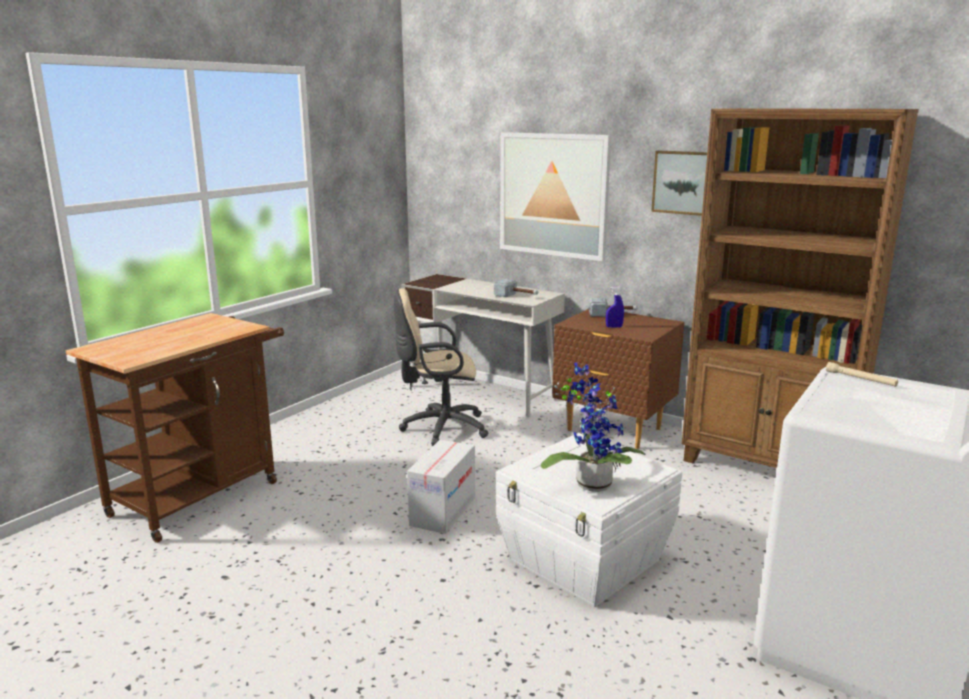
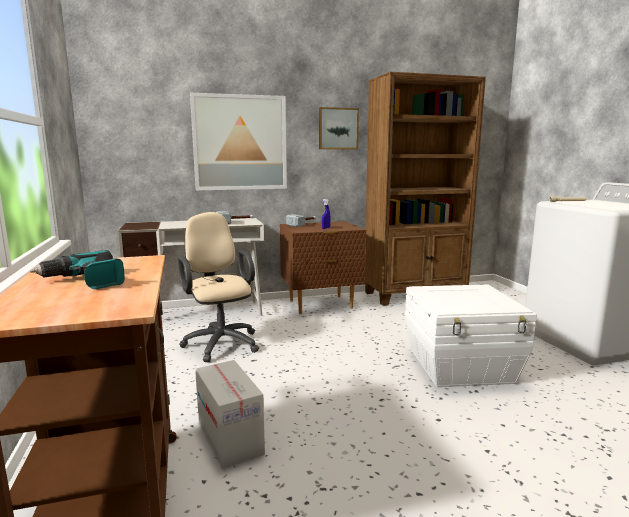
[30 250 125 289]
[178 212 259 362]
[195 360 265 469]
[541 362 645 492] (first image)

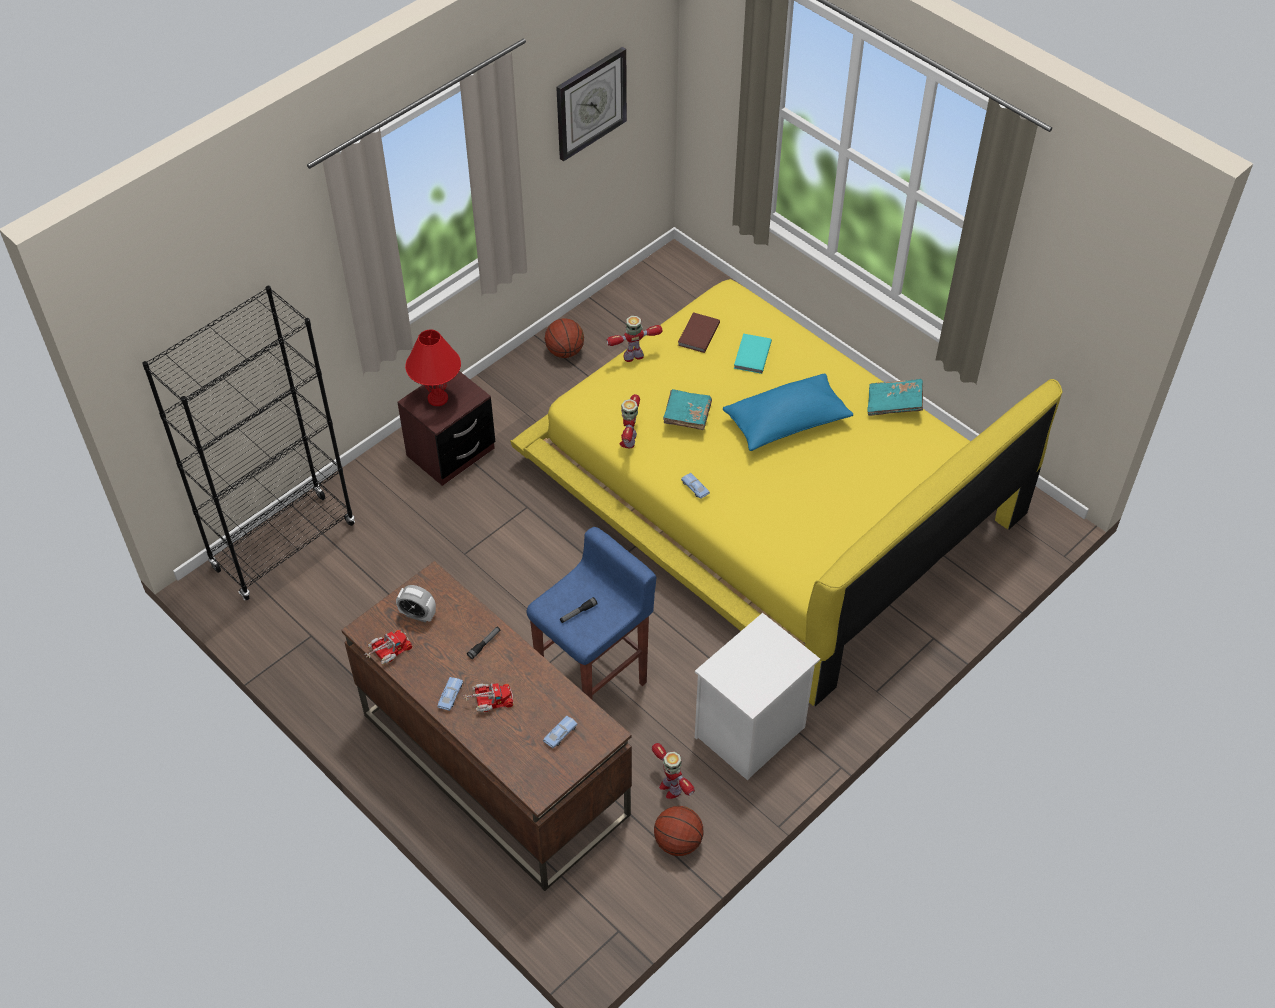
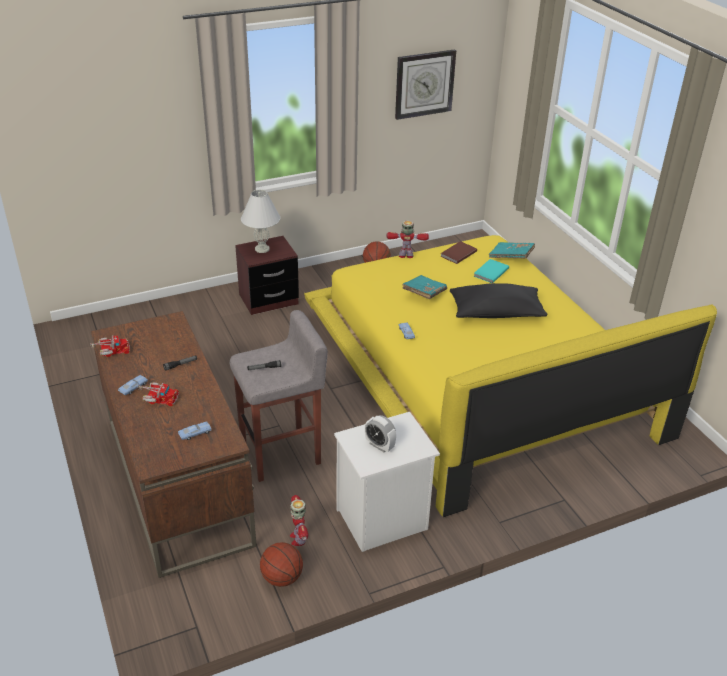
[230 310 328 482]
[241 190 280 253]
[365 415 396 452]
[450 283 547 318]
[489 242 535 259]
[142 286 355 600] (first image)
[619 394 640 448] (first image)

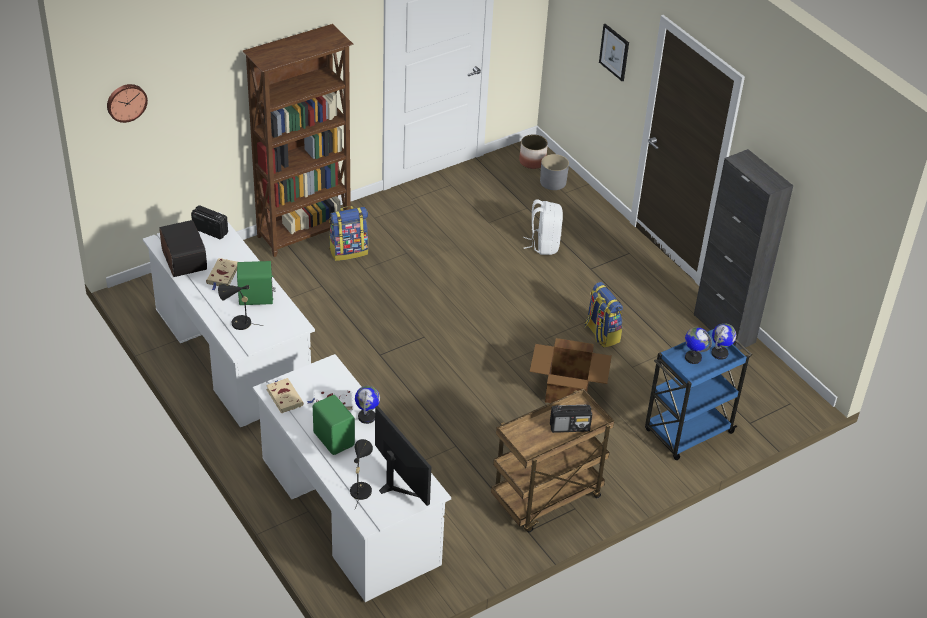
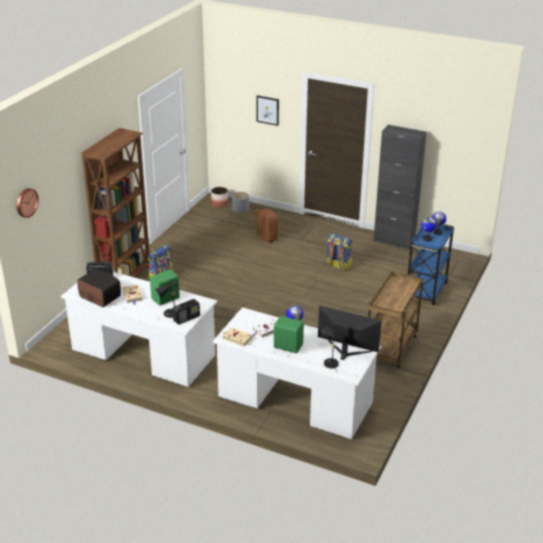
[172 299 200 324]
[255 209 278 243]
[530 338 612 403] (first image)

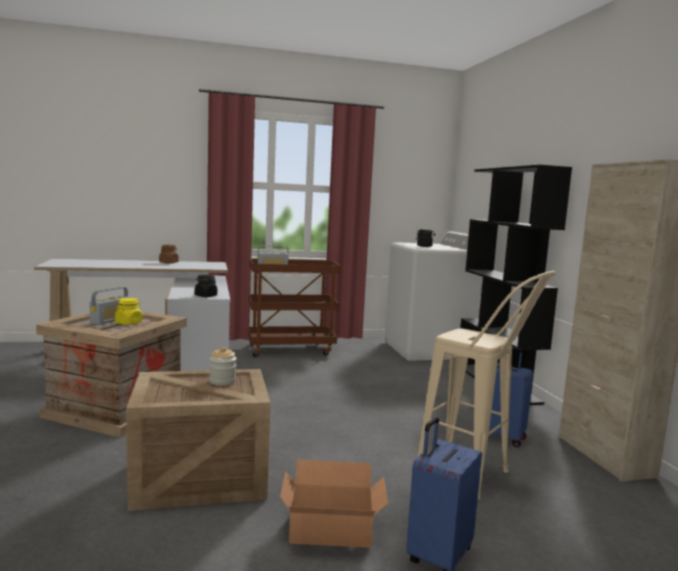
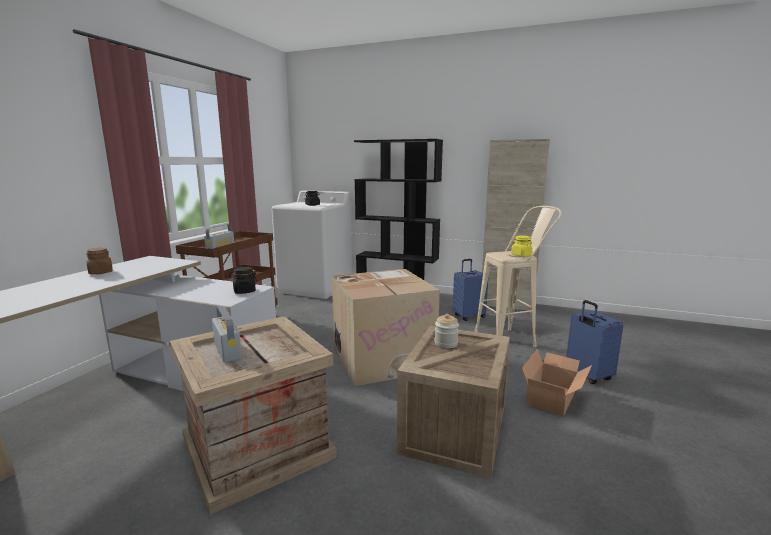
[332 269 440 386]
[511 236 533 257]

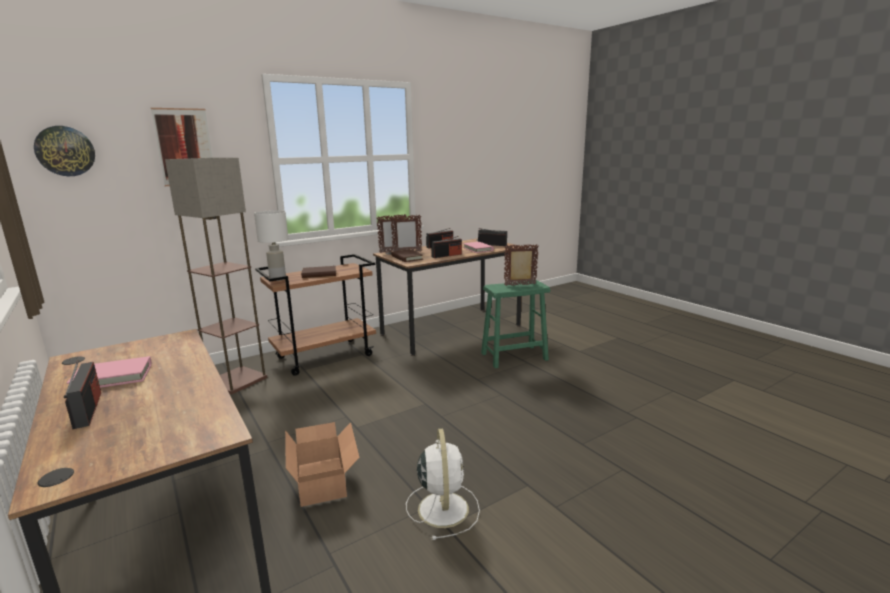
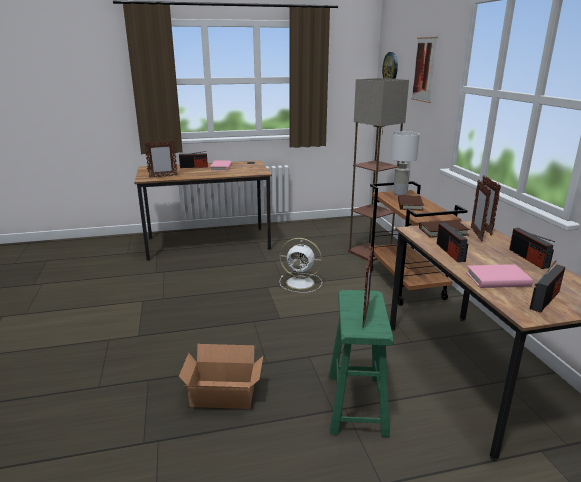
[144 140 178 178]
[179 344 263 409]
[279 238 322 293]

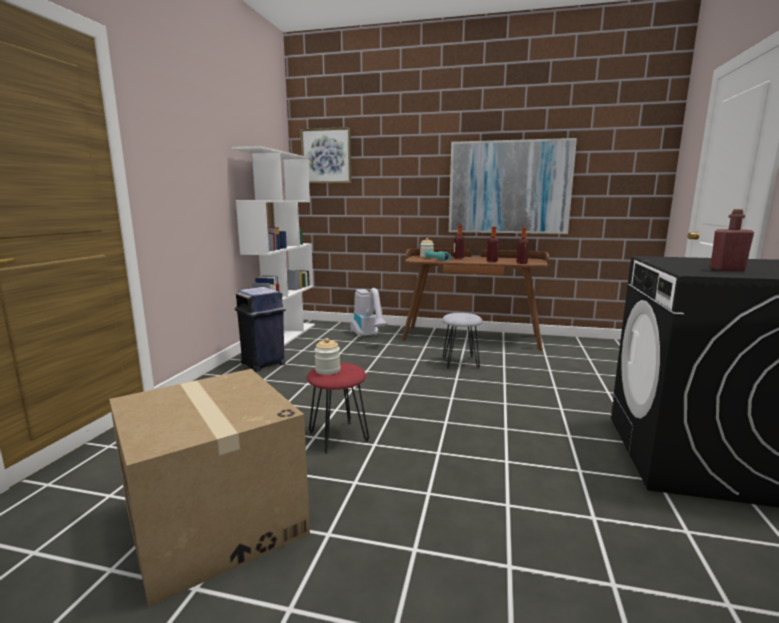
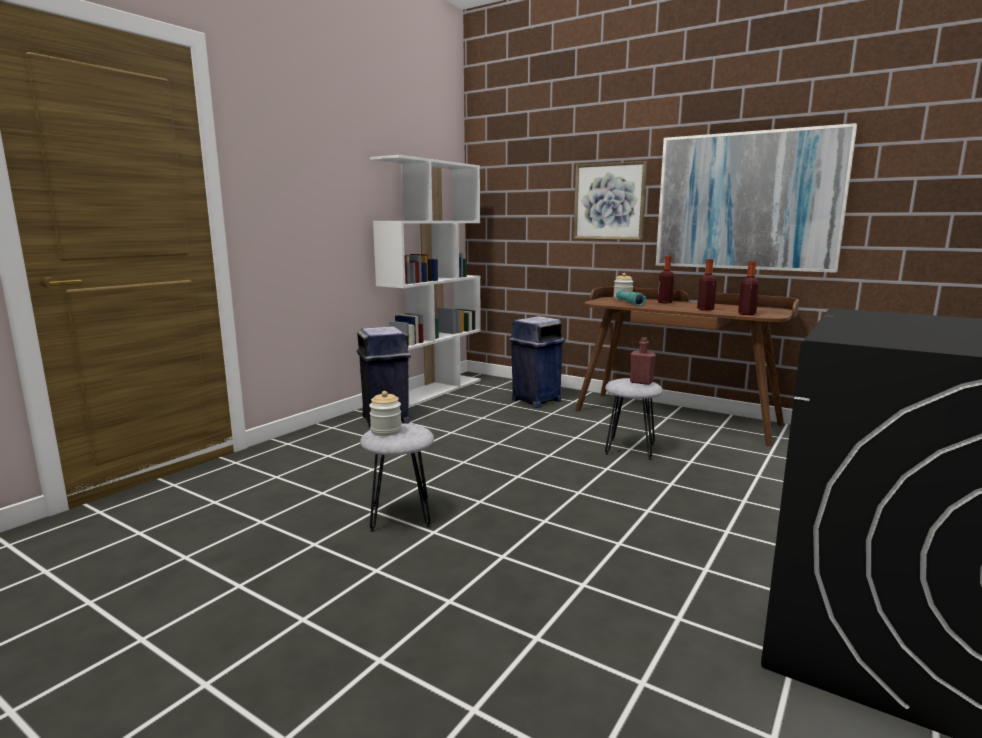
[360 423 434 532]
[509 316 565 408]
[574 161 647 240]
[630 337 656 385]
[109 369 310 607] (first image)

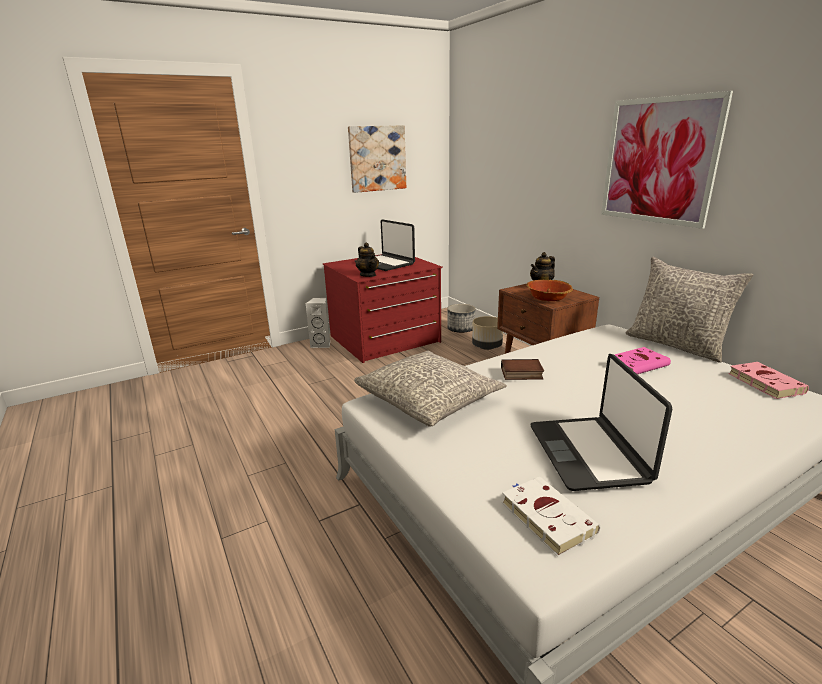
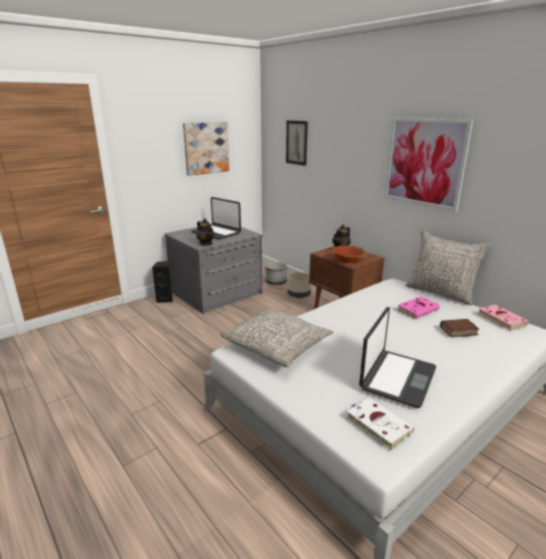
[152 261 173 303]
[164 224 263 314]
[286 120 308 166]
[359 307 436 408]
[440 319 479 337]

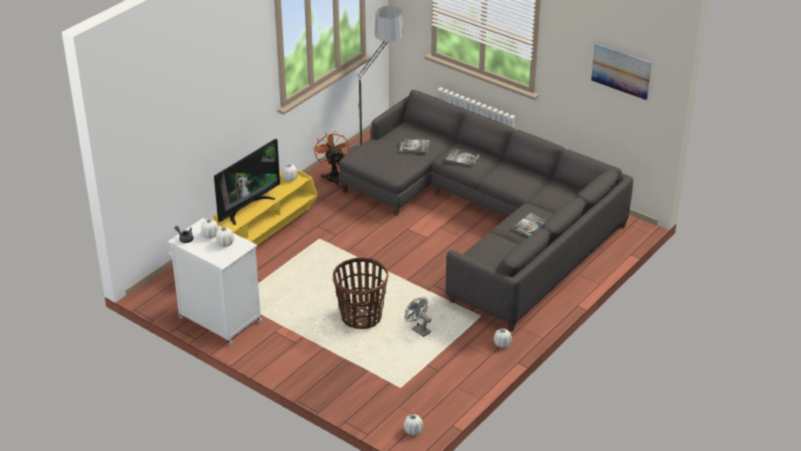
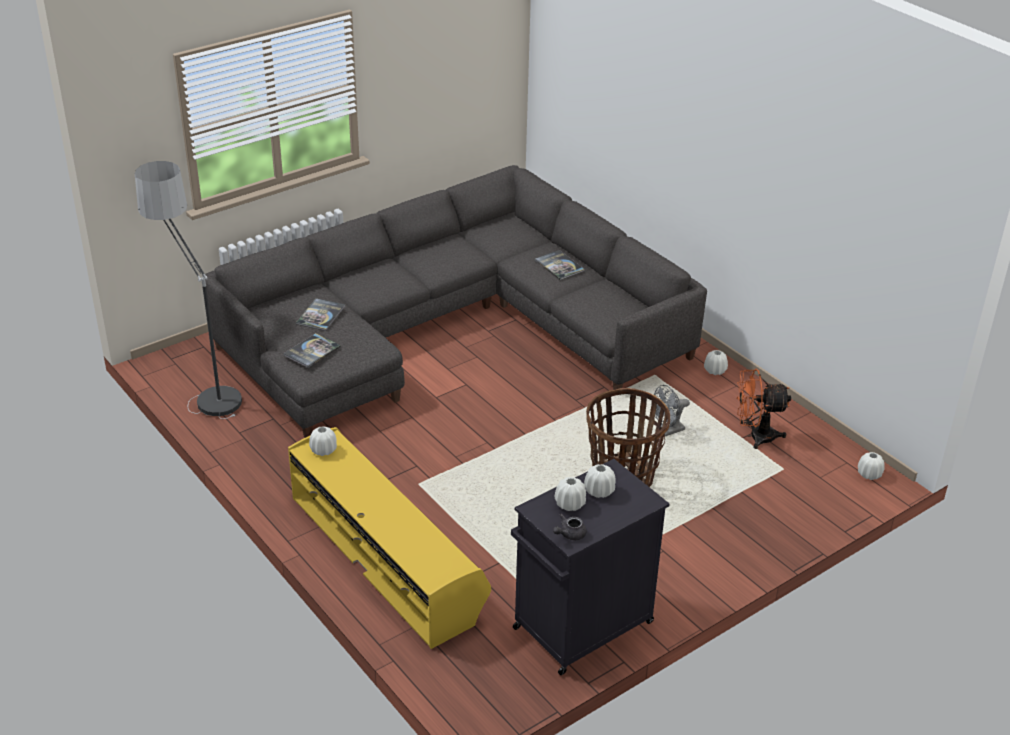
[283 333 341 368]
[511 459 670 675]
[737 368 791 449]
[214 139 280 225] (first image)
[591 43 652 100] (first image)

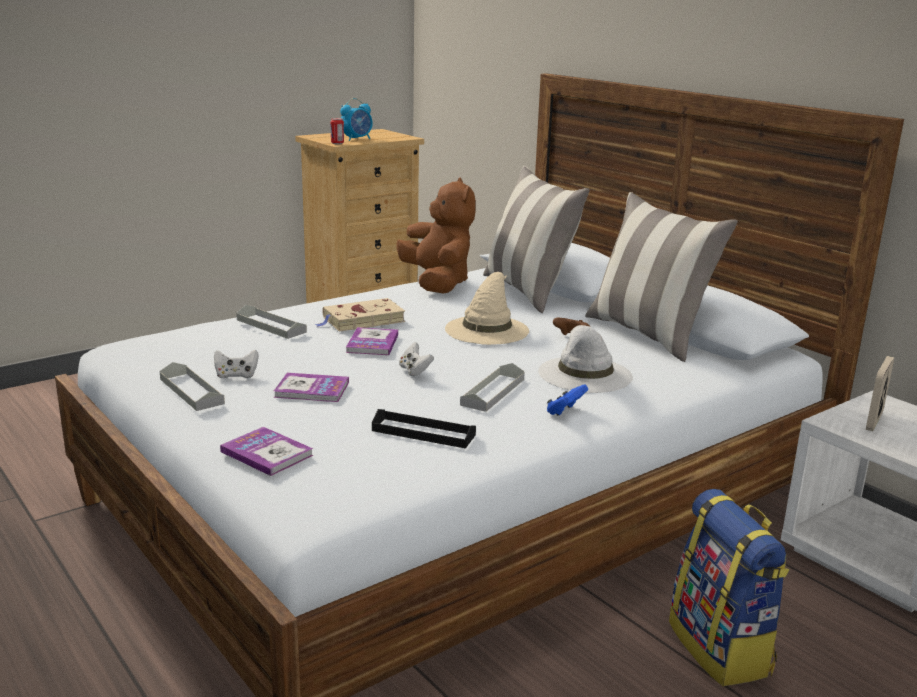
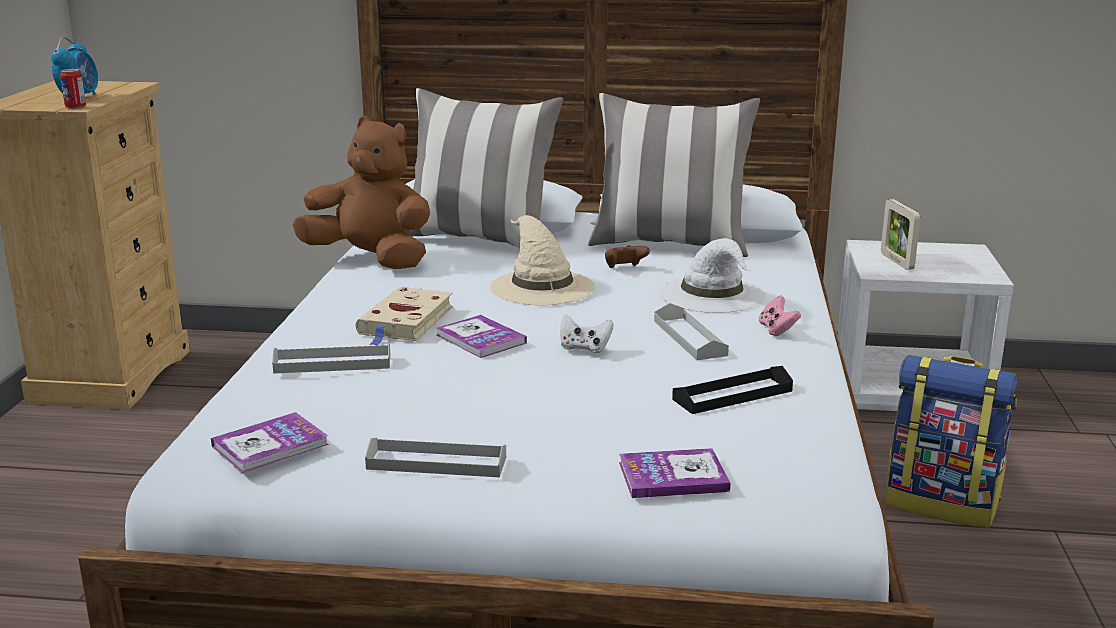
[211 412 329 473]
[759 295 801 336]
[214 350 259 378] (first image)

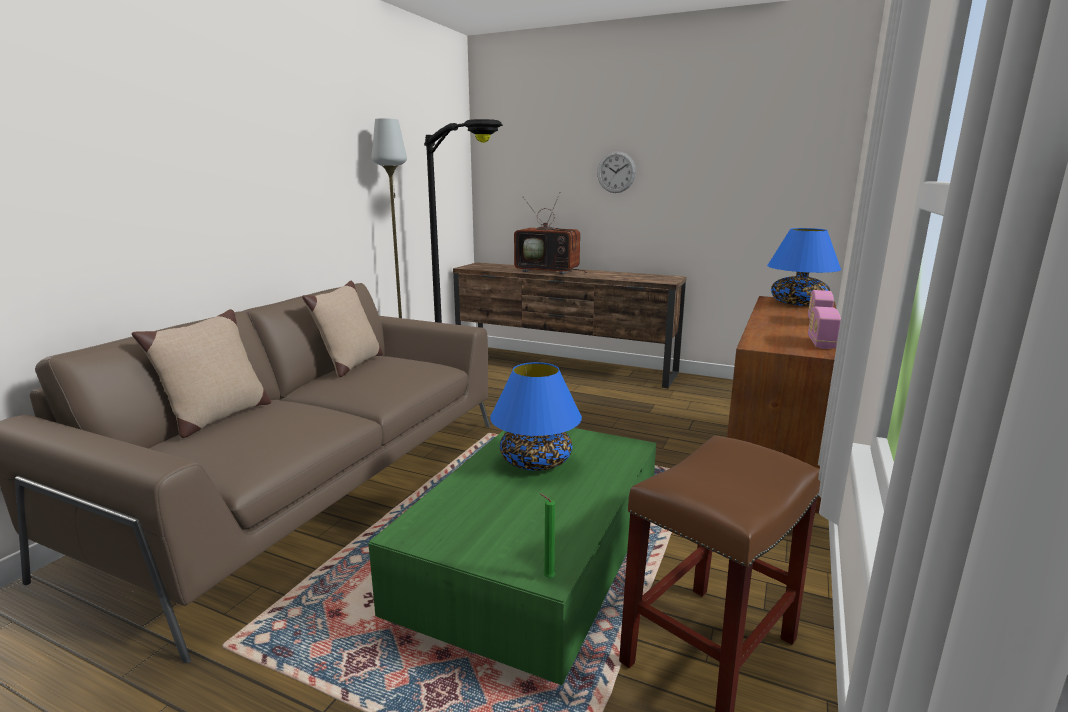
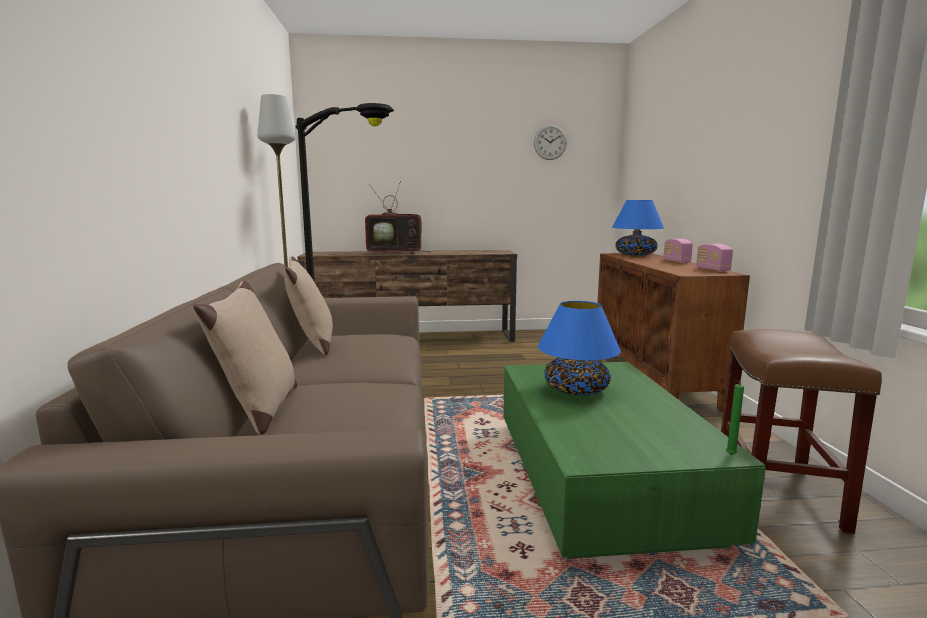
[534 125 567 160]

